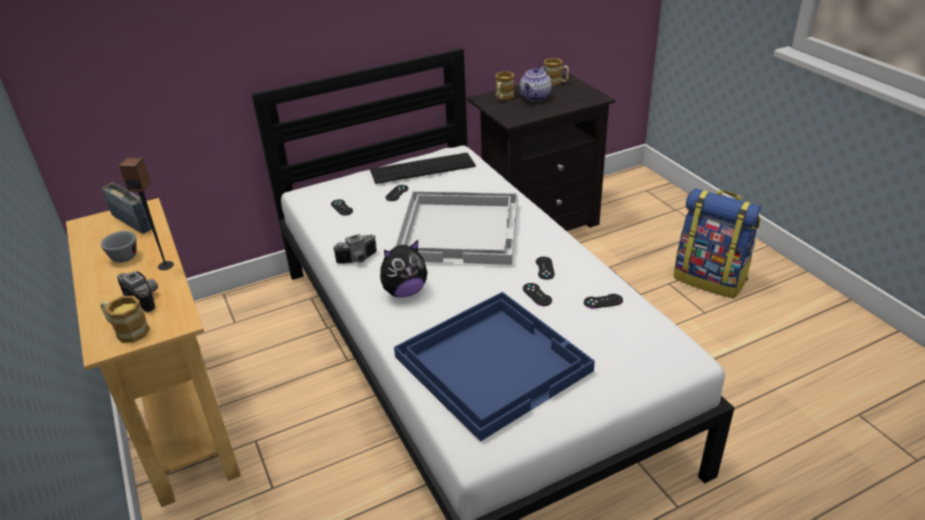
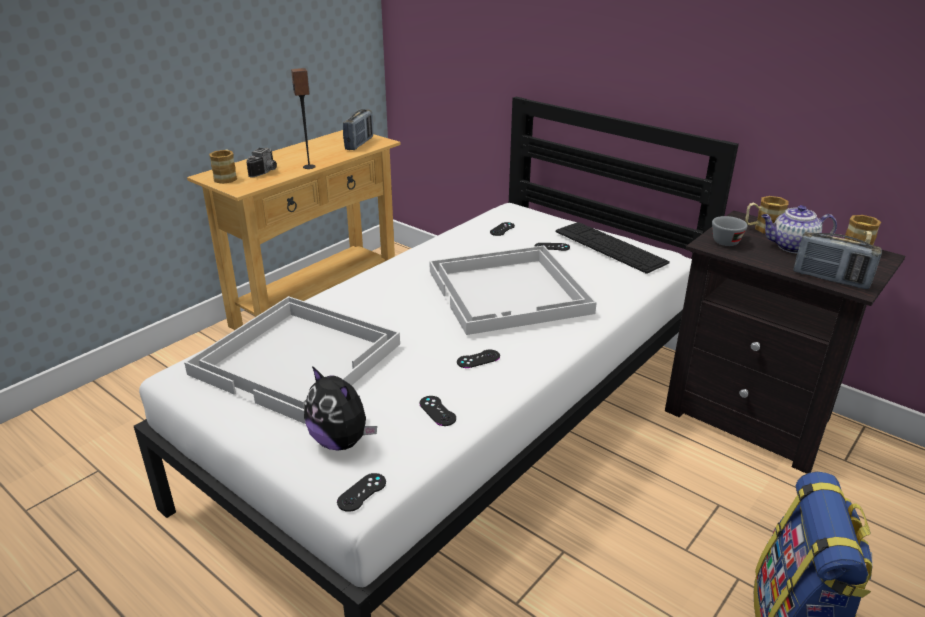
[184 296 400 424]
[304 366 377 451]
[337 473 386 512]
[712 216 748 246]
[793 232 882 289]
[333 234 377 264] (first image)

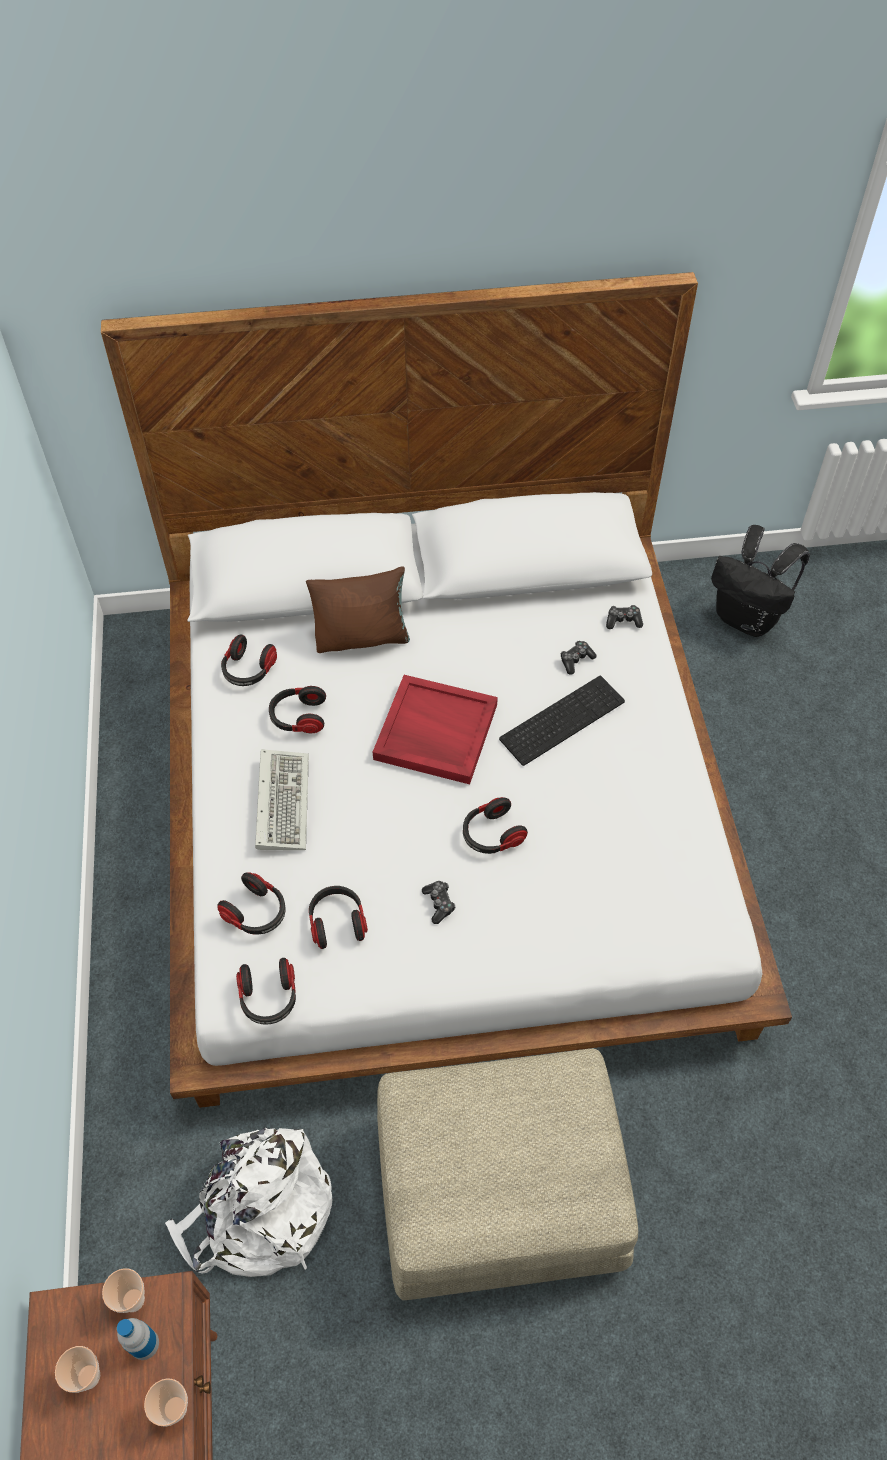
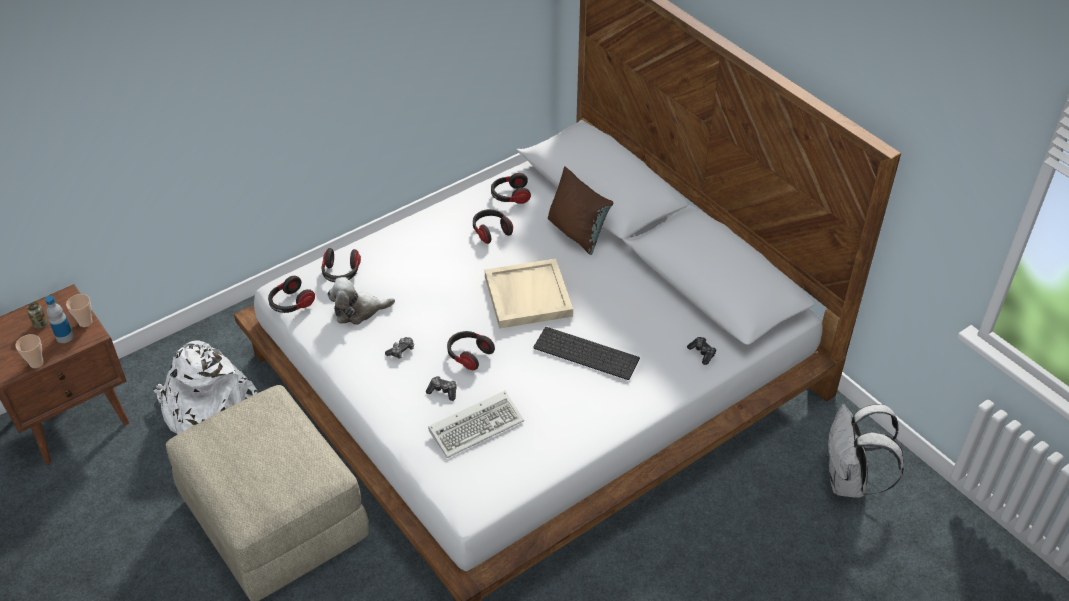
[27 302 48 329]
[327 277 395 325]
[426 376 456 401]
[428 391 524 458]
[485 258 573 329]
[827 404 904 498]

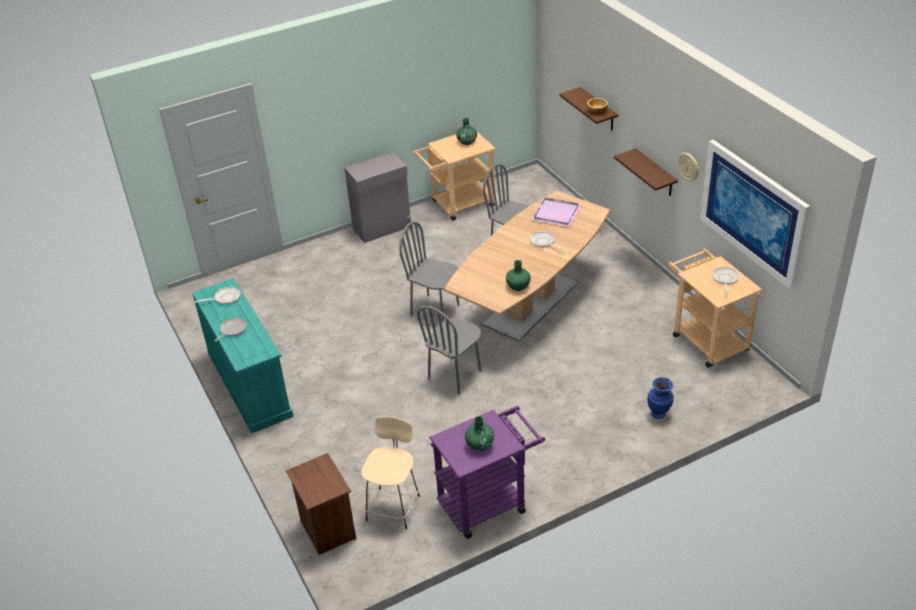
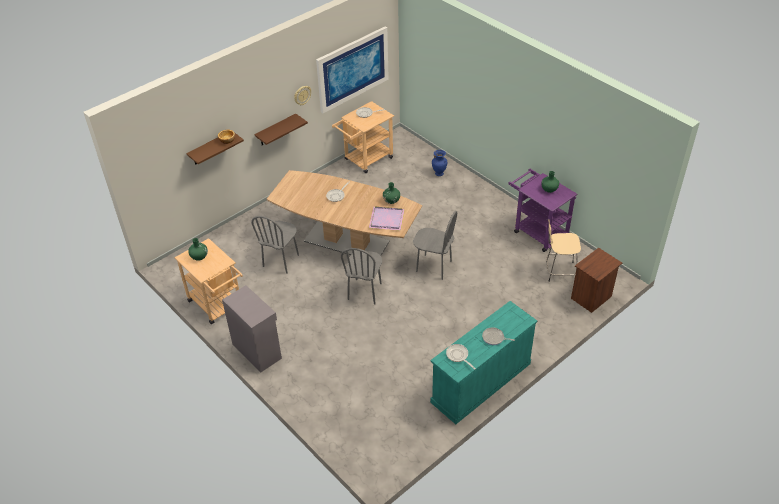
[369 207 405 231]

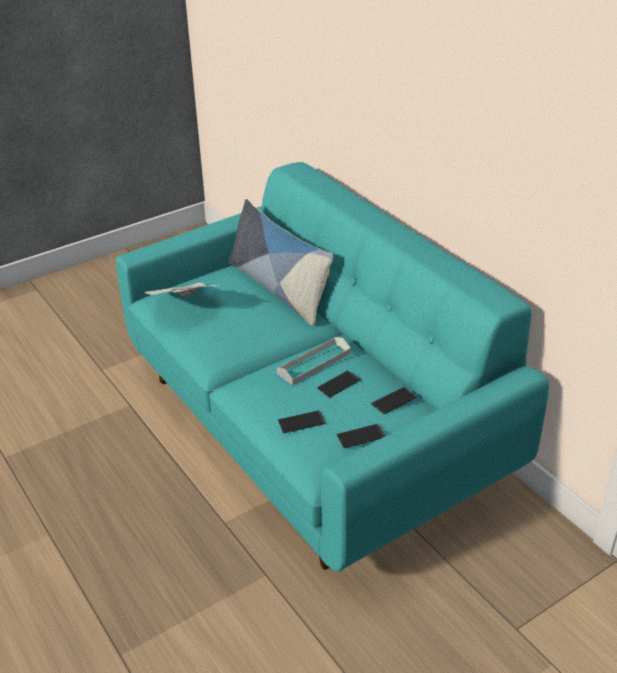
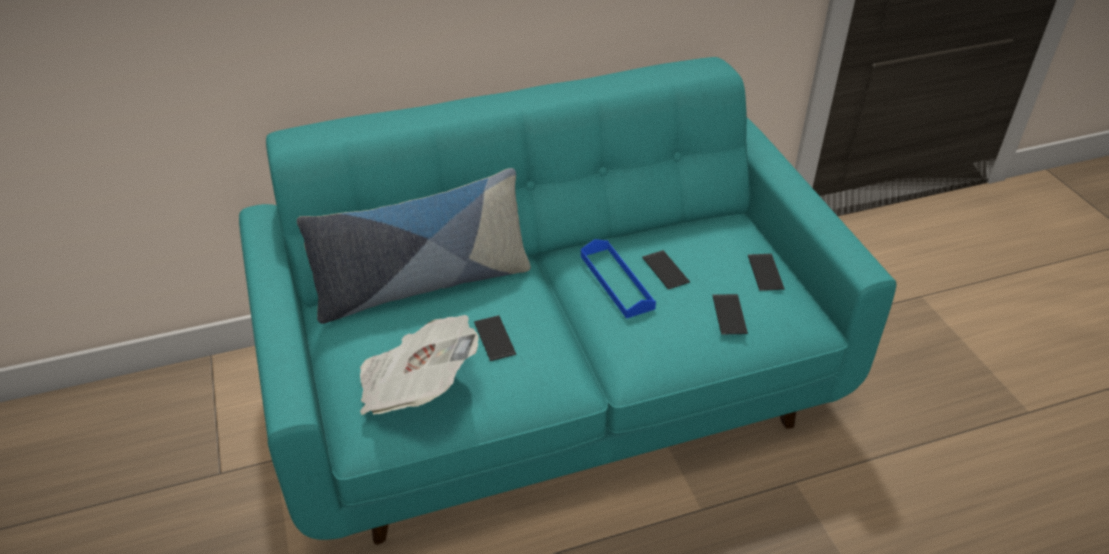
[474 315 516 361]
[581 239 656 319]

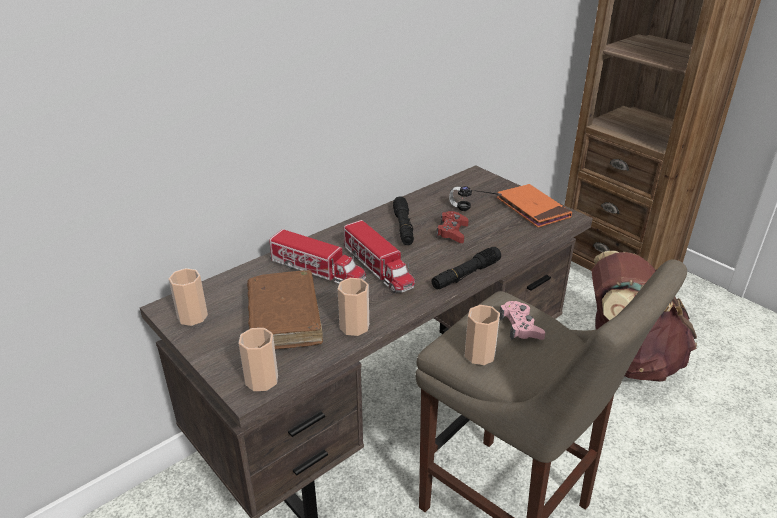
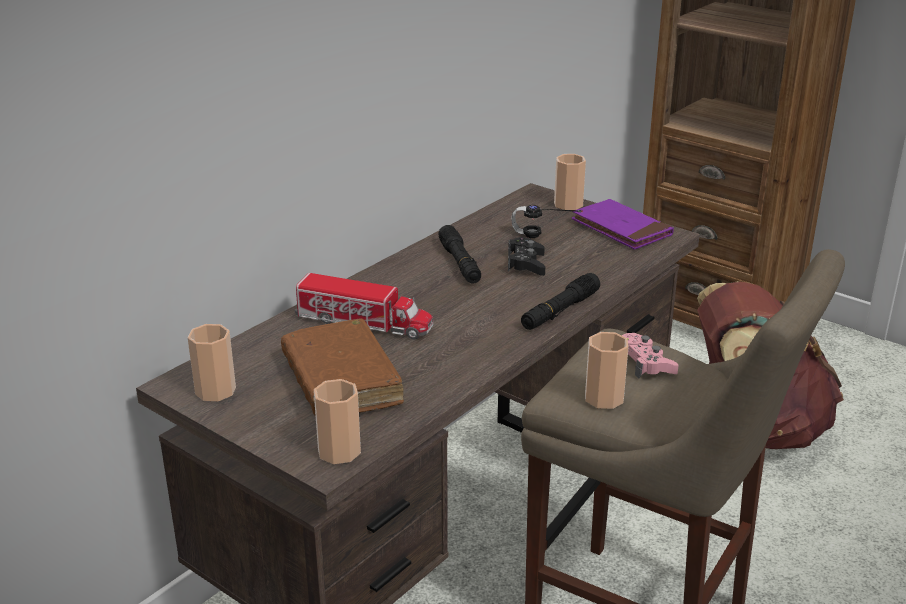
[508 237 545 276]
[554 154 586 210]
[571 199 674 250]
[344 220 415 293] (first image)

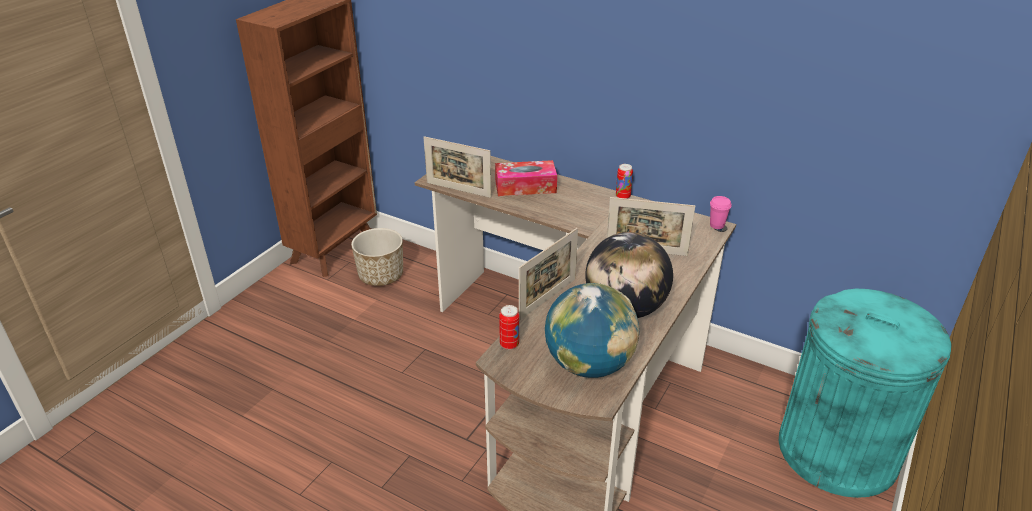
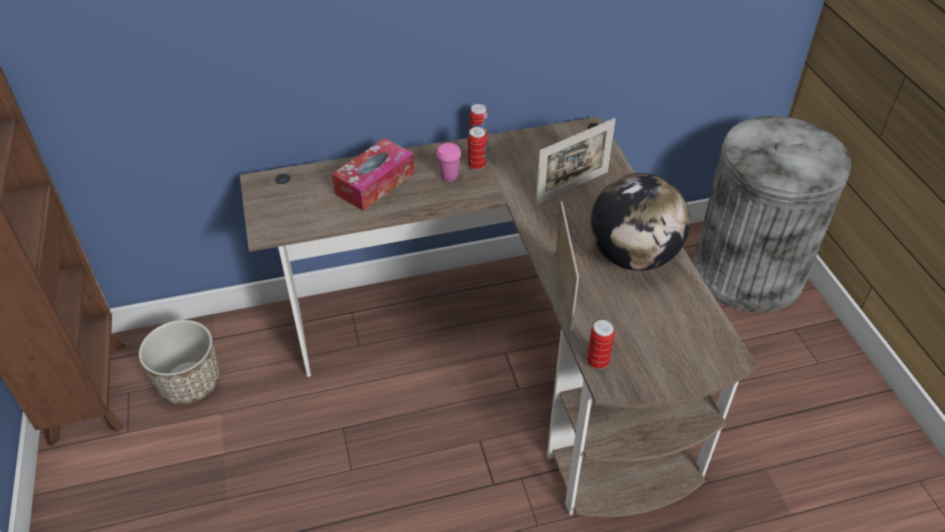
[437 143 461 182]
[468 127 487 170]
[693 116 851 313]
[424 136 491 198] (first image)
[545 283 639 378] (first image)

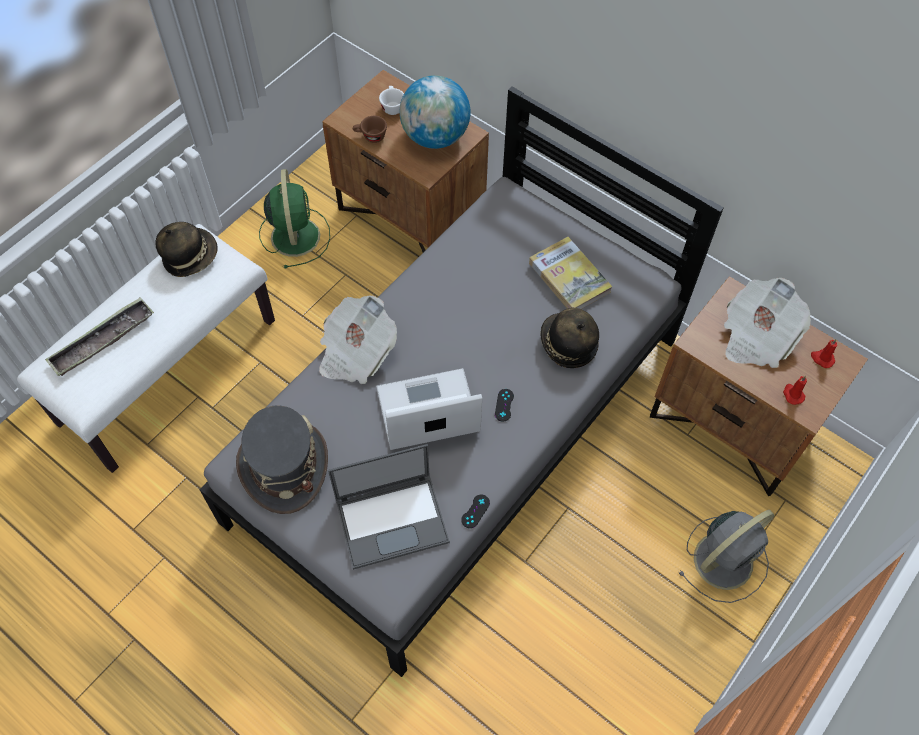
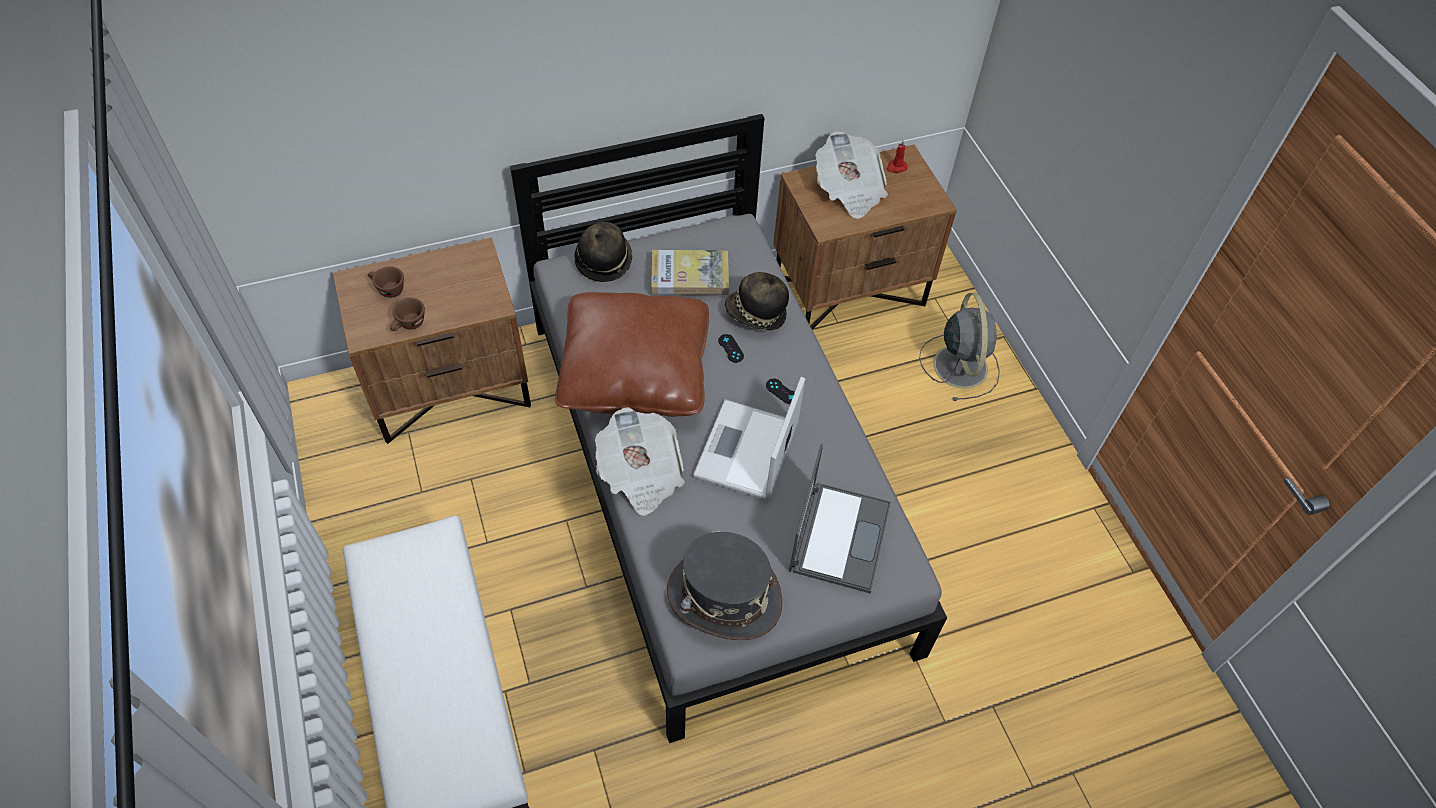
[368 267 404 298]
[555 292 709 417]
[575 222 633 282]
[718 334 744 363]
[45 297 154 376] (first image)
[259 169 330 269] (first image)
[400 75 470 149] (first image)
[783 376 807 405] (first image)

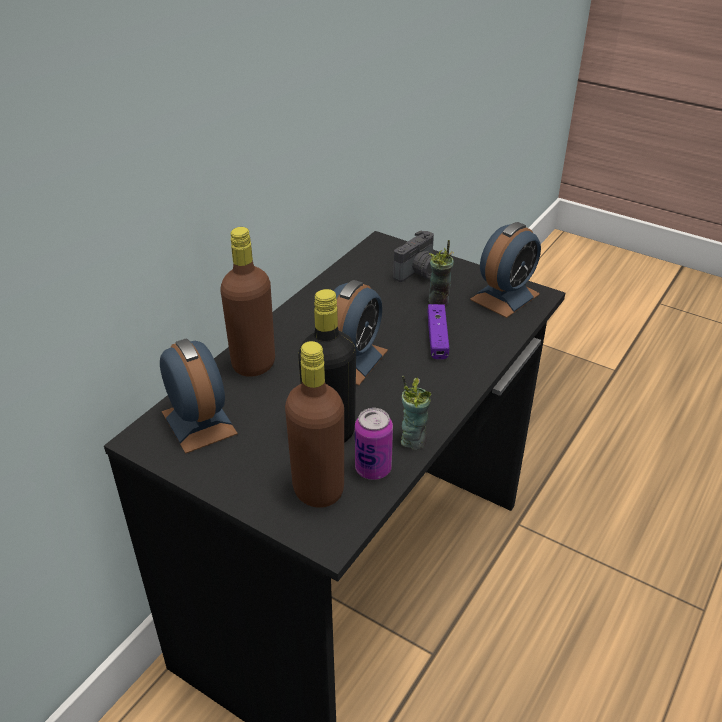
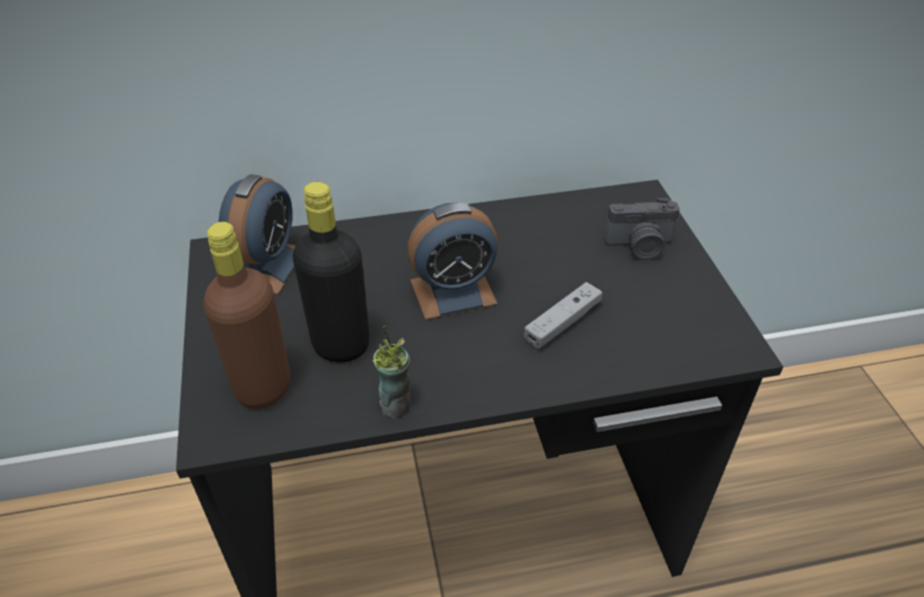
[524 282 602 349]
[220 227 275 377] (first image)
[355 408 393 480] (first image)
[428 240 454 305] (first image)
[470 222 541 318] (first image)

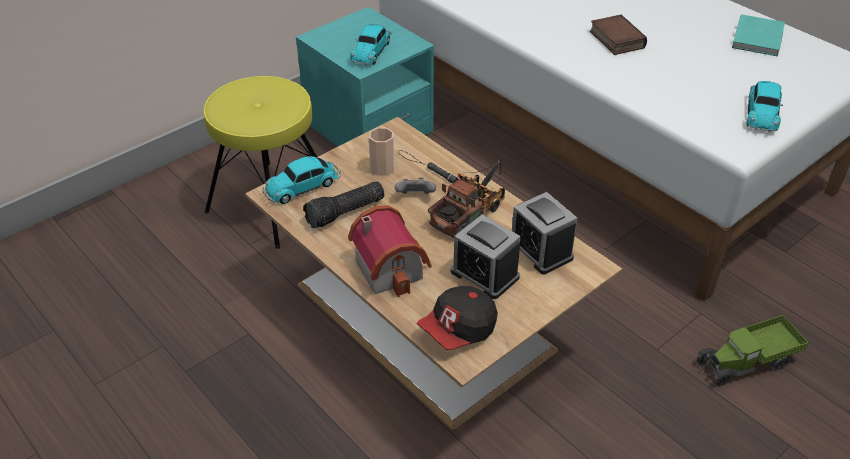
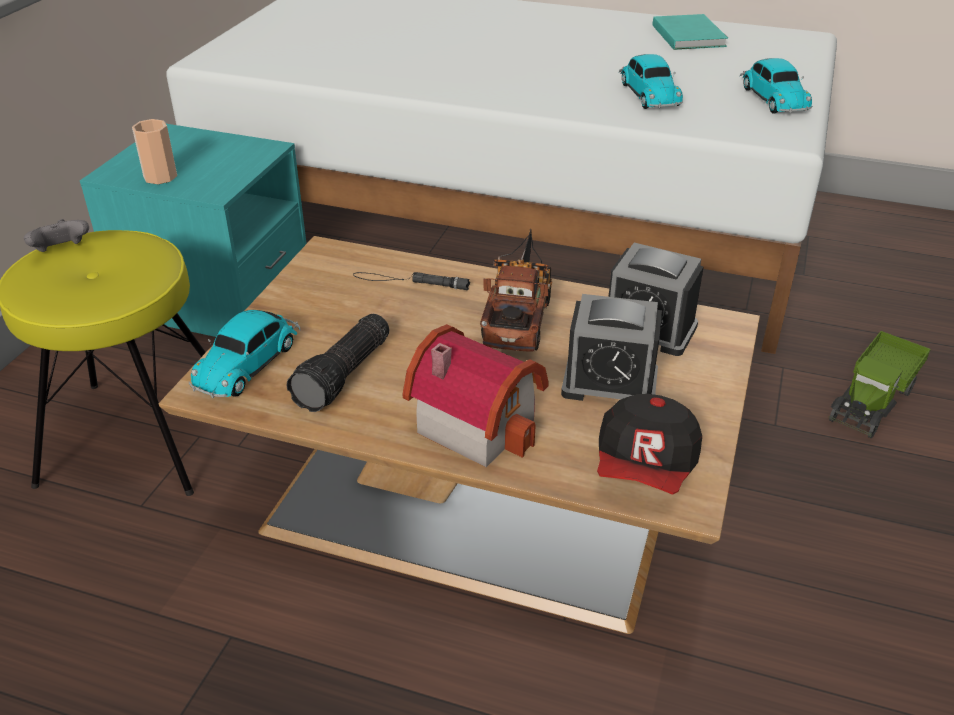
[24 219 89 252]
[132 119 177 184]
[619 54 683 109]
[590 15 647 55] (first image)

